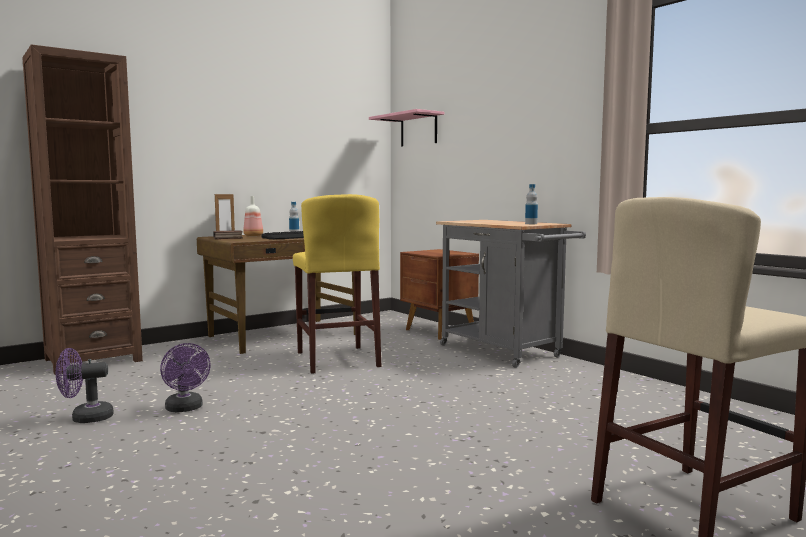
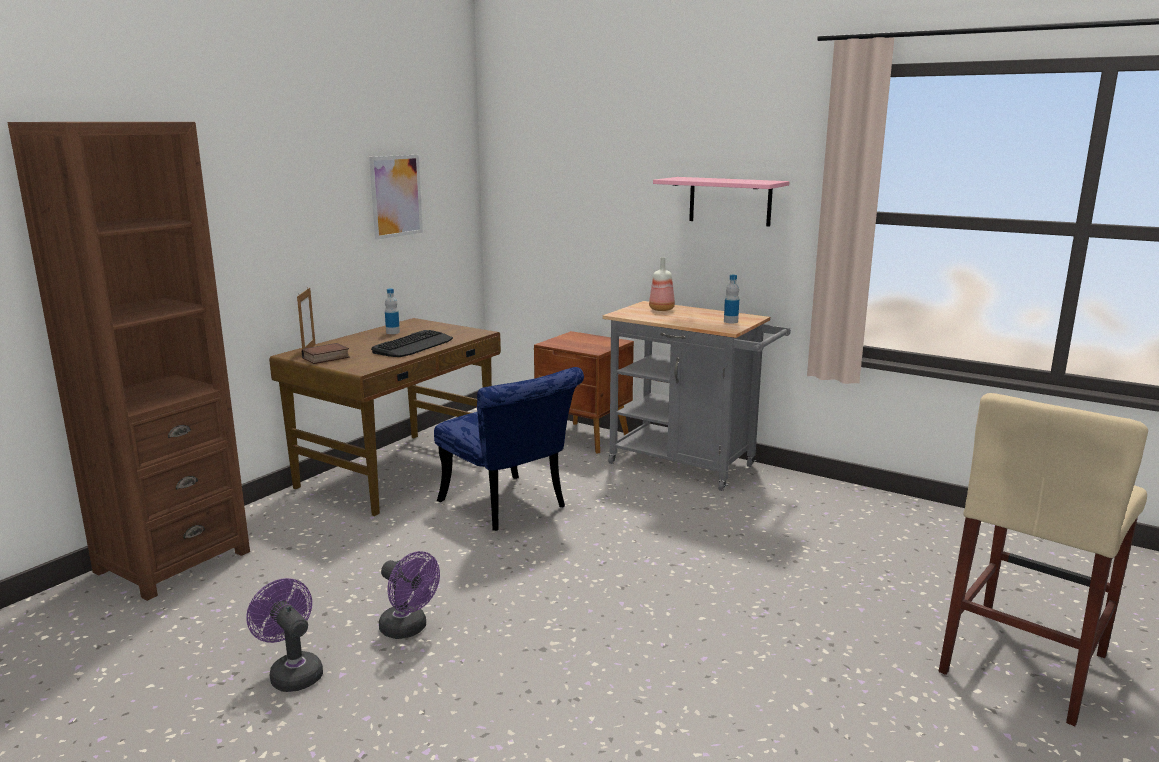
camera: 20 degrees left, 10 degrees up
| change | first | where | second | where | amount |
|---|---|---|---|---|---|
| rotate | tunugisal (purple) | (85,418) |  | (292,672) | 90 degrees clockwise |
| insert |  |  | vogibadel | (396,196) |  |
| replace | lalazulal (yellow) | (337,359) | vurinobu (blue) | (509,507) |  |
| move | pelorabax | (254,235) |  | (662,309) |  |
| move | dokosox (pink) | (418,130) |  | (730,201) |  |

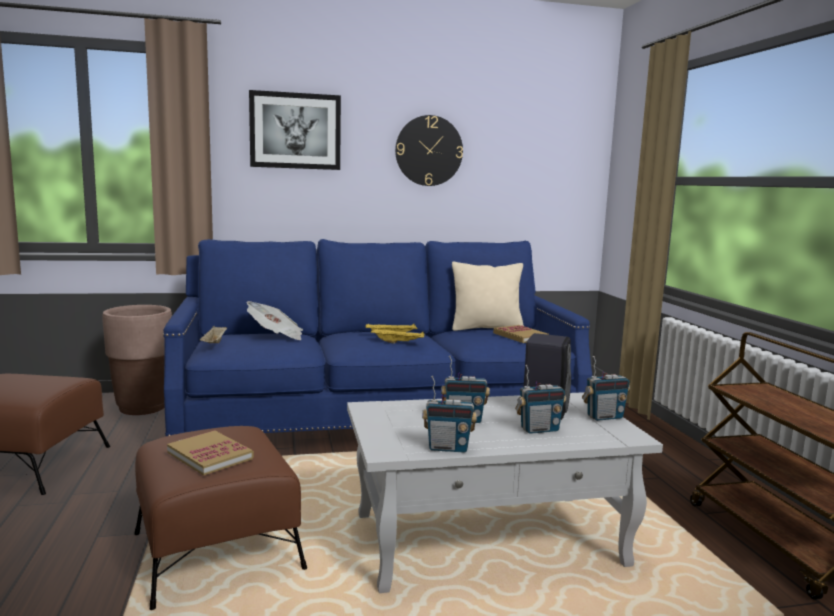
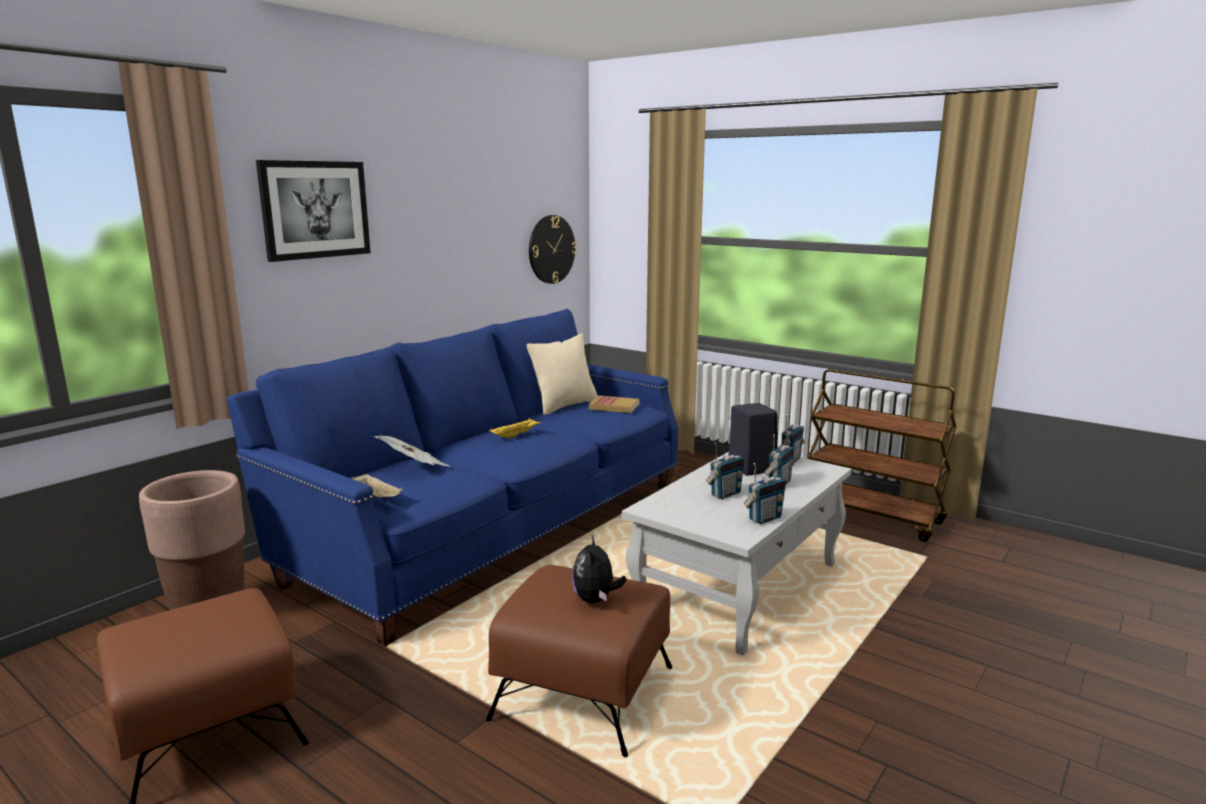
camera: 40 degrees left, 5 degrees up
| change | first | where | second | where | amount |
|---|---|---|---|---|---|
| move | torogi | (429,151) |  | (551,249) |  |
| replace | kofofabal | (210,455) | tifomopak | (596,600) |  |
| delete | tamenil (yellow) | (398,343) |  |  |  |

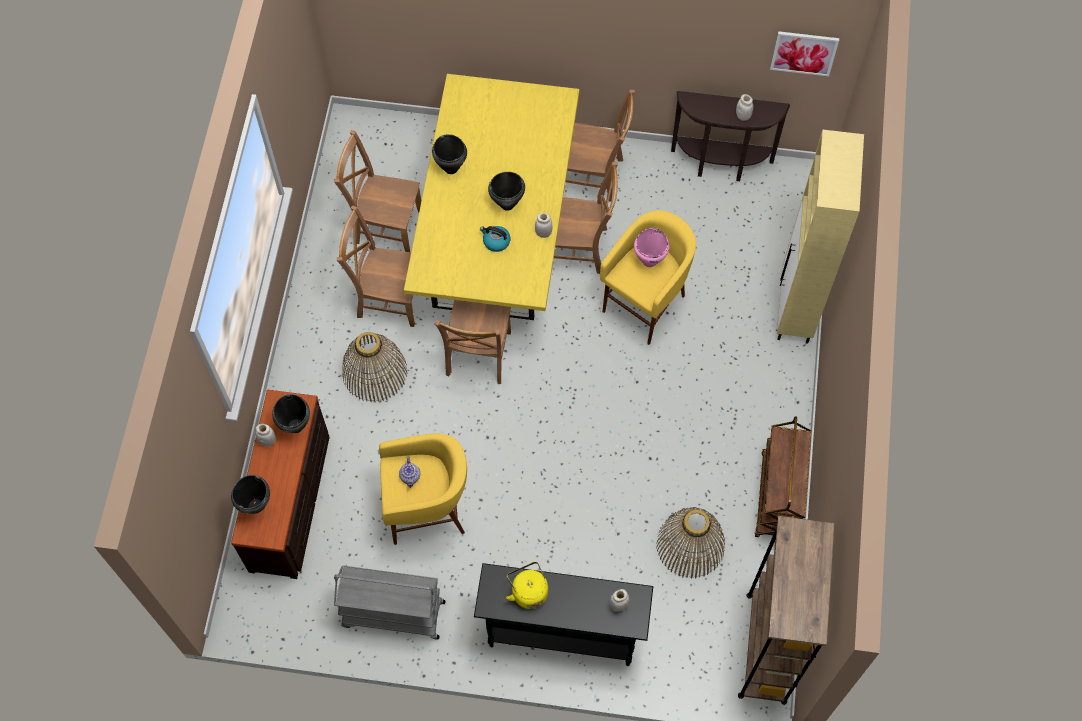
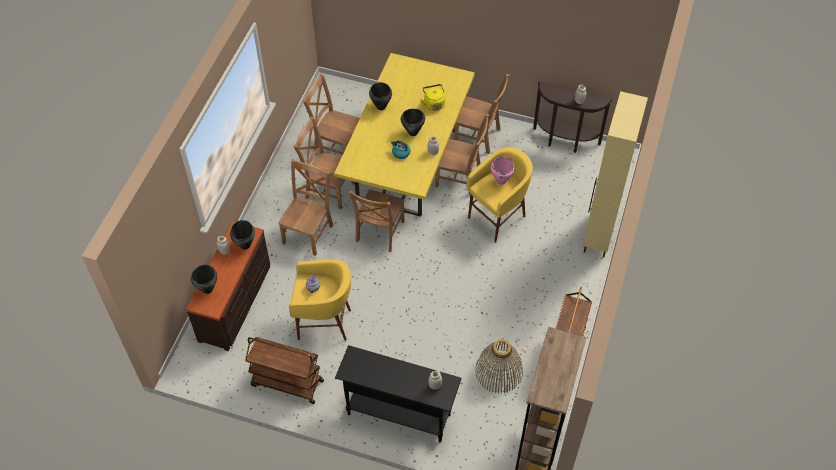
camera: 10 degrees right, 10 degrees down
| change | first | where | second | where | amount |
|---|---|---|---|---|---|
| recolor | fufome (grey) | (392,614) | fufome (brown) | (286,383) |  |
| replace | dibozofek | (374,372) | vurinobu (brown) | (309,232) |  |
| move | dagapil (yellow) | (528,591) |  | (433,104) |  |
| delete | vogibadel | (804,53) |  |  |  |

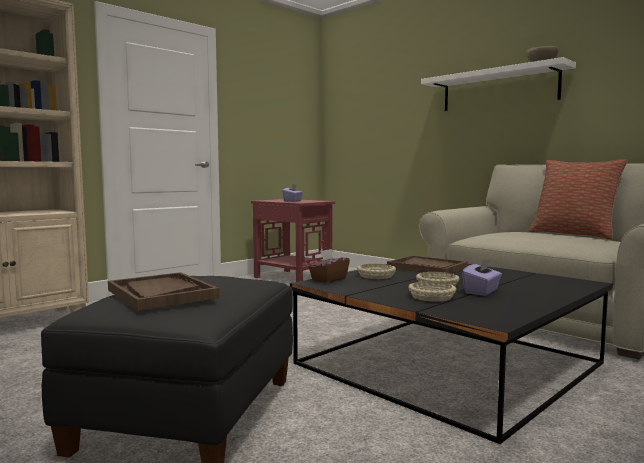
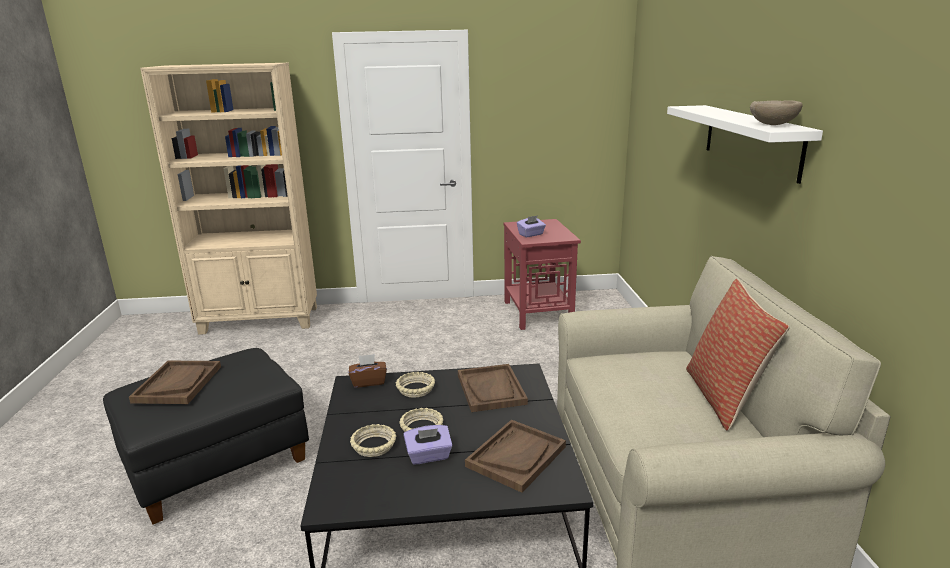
camera: 40 degrees right, 15 degrees up
| change | first | where | second | where | amount |
|---|---|---|---|---|---|
| insert |  |  | tamenil (brown) | (516,456) |  |

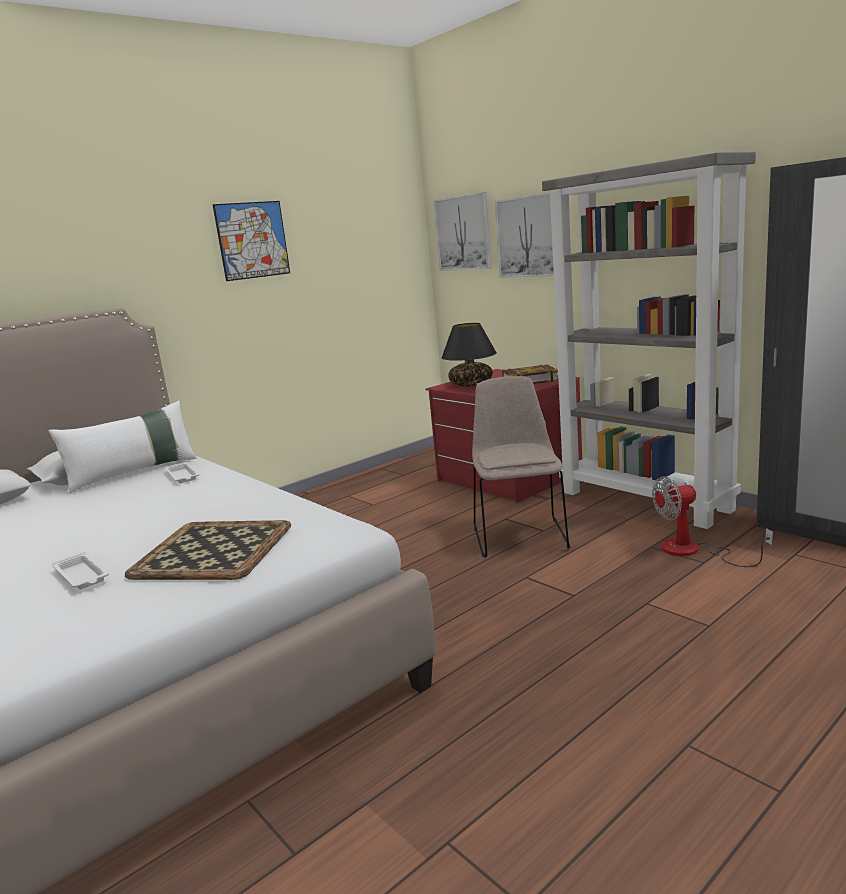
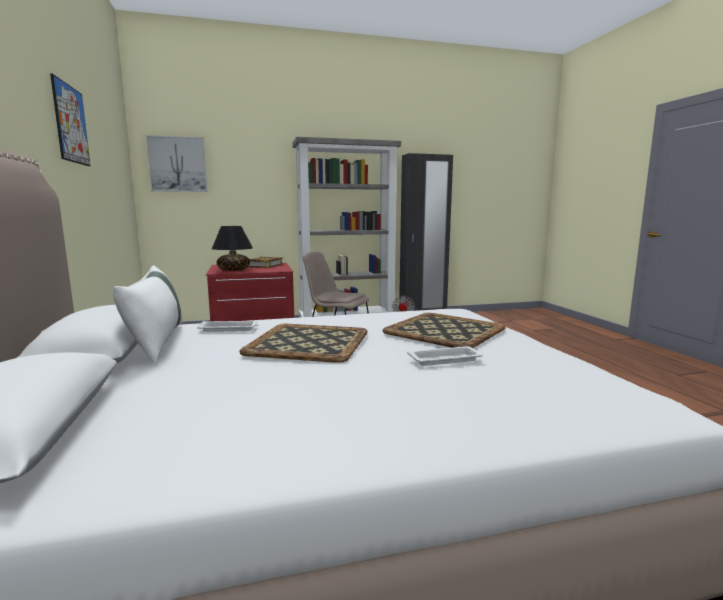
camera: 65 degrees left, 5 degrees down
| change | first | where | second | where | amount |
|---|---|---|---|---|---|
| insert |  |  | tamenil | (309,343) |  |
| delete | vogibadel | (529,237) |  |  |  |

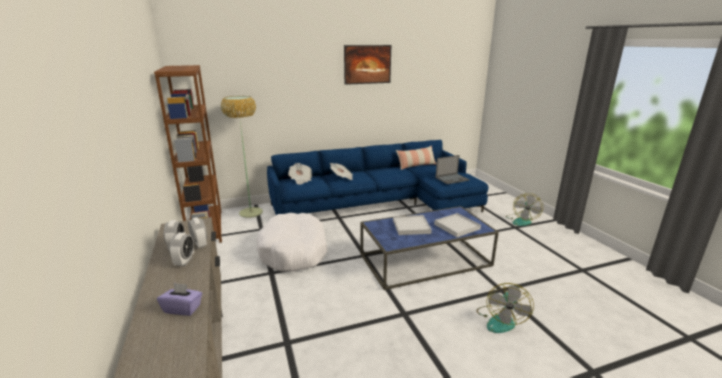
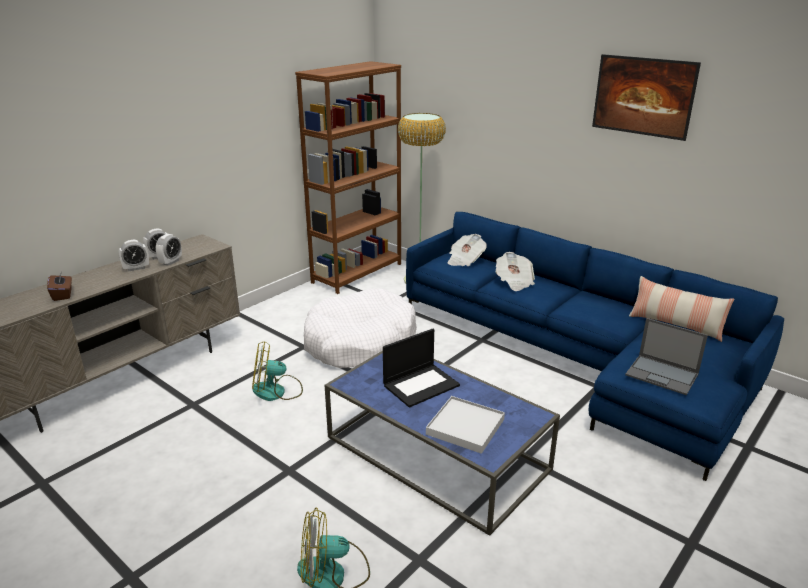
camera: 60 degrees right, 5 degrees up
| change | first | where | second | where | amount |
|---|---|---|---|---|---|
| recolor | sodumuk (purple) | (183,308) | sodumuk (brown) | (63,295) |  |
| move | tunugisal | (521,220) |  | (277,391) |  |
| replace | tamenil (white) | (411,226) | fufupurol | (421,385) |  |

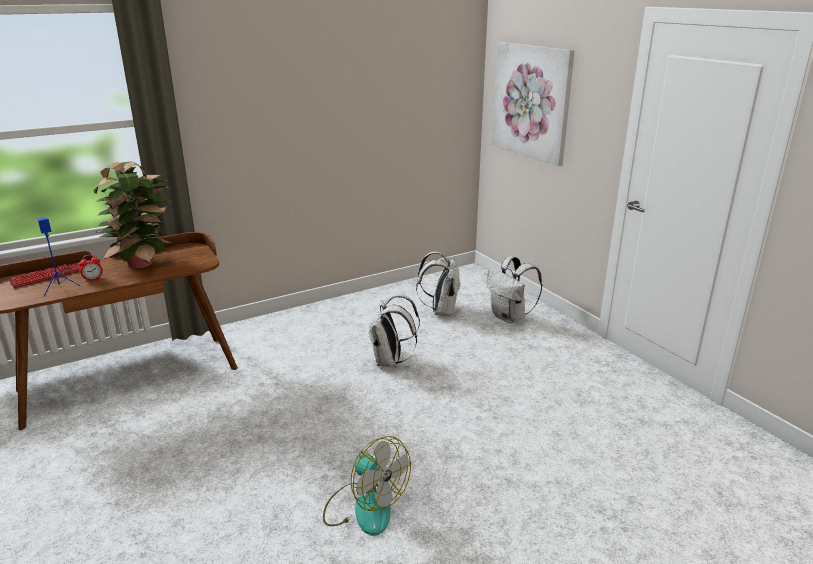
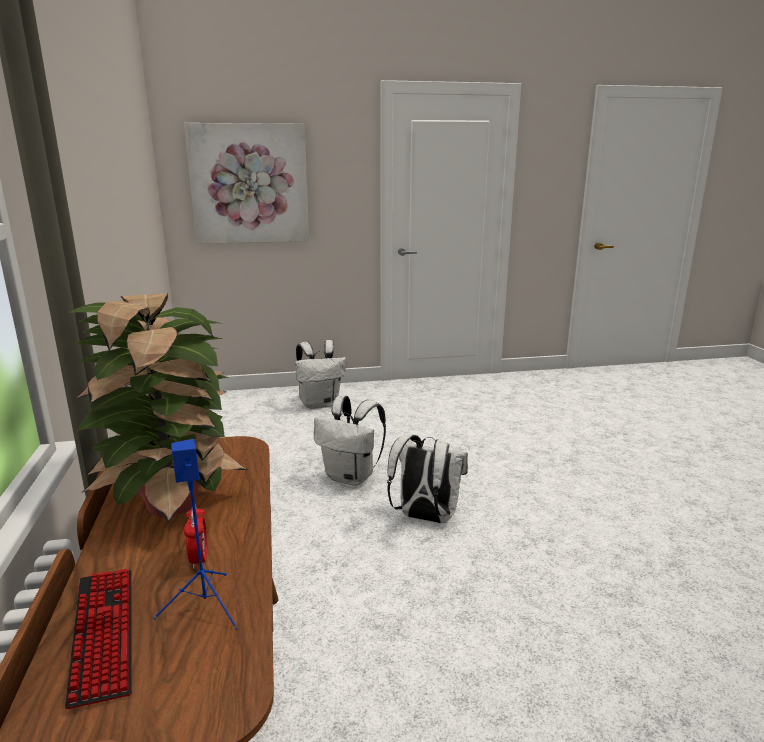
camera: 70 degrees left, 5 degrees down
| change | first | where | second | where | amount |
|---|---|---|---|---|---|
| move | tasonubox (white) | (441,311) |  | (425,517) |  |
| delete | tunugisal | (364,507) |  |  |  |

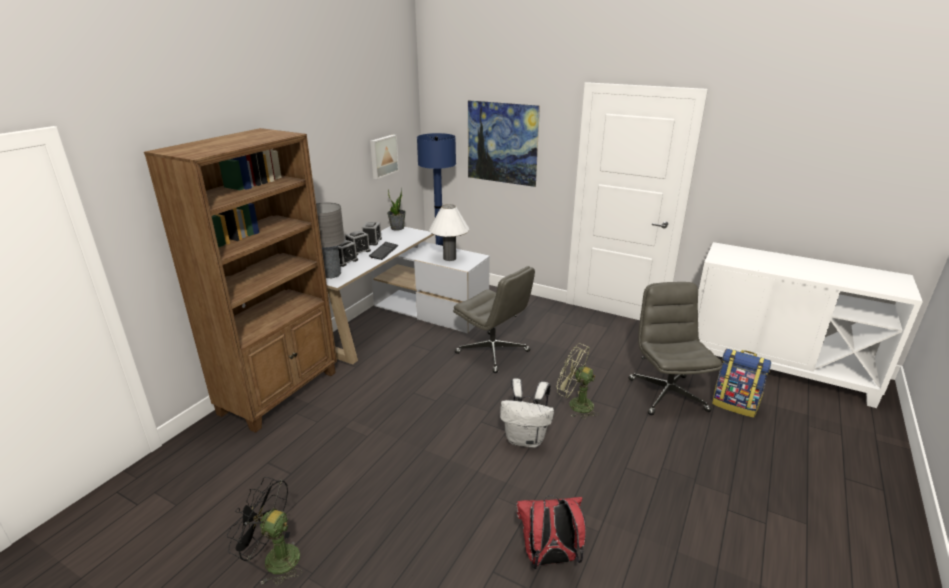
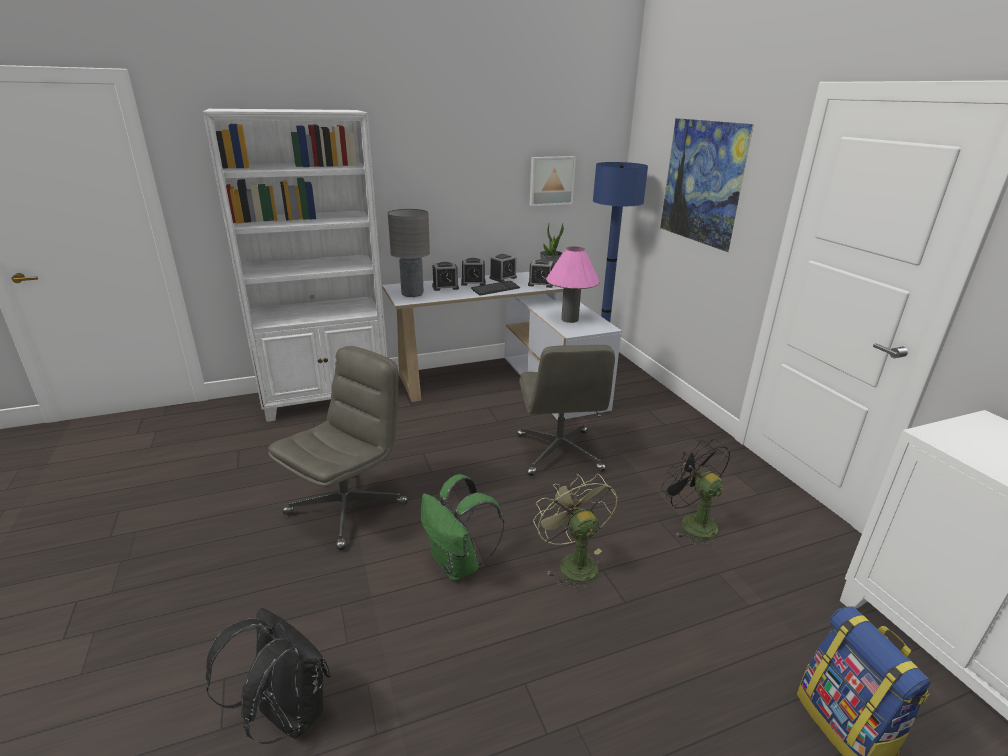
camera: 40 degrees right, 0 degrees up
| change | first | where | second | where | amount |
|---|---|---|---|---|---|
| recolor | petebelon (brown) | (281,392) | petebelon (white) | (328,399) |  |
| recolor | tasonubox (red) | (549,558) | tasonubox (black) | (285,714) |  |
| move | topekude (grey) | (666,394) |  | (347,507) |  |
| recolor | tasonubox (white) | (526,439) | tasonubox (green) | (458,565) |  |
| insert |  |  | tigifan | (540,284) |  |
| recolor | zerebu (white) | (449,258) | zerebu (pink) | (569,319) |  |
| move | tunugisal (black) | (274,559) |  | (691,523) |  |

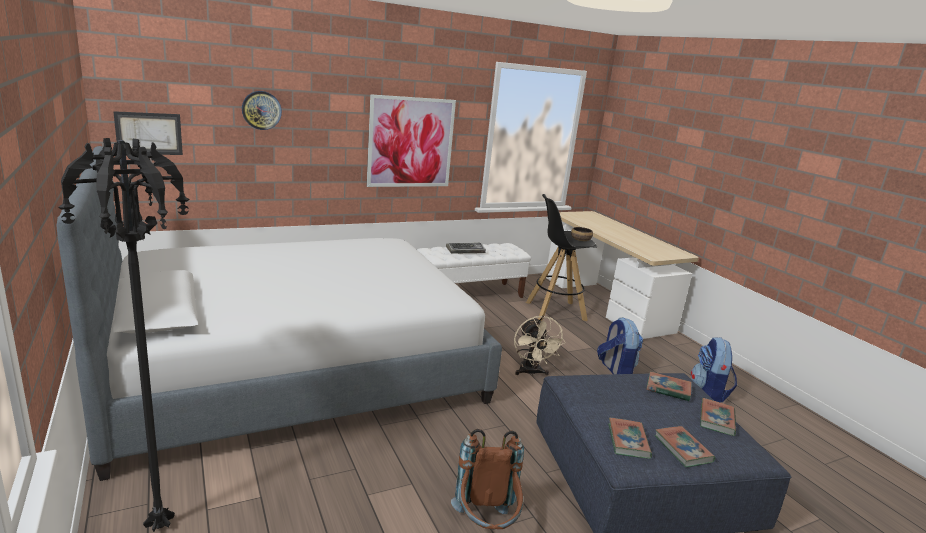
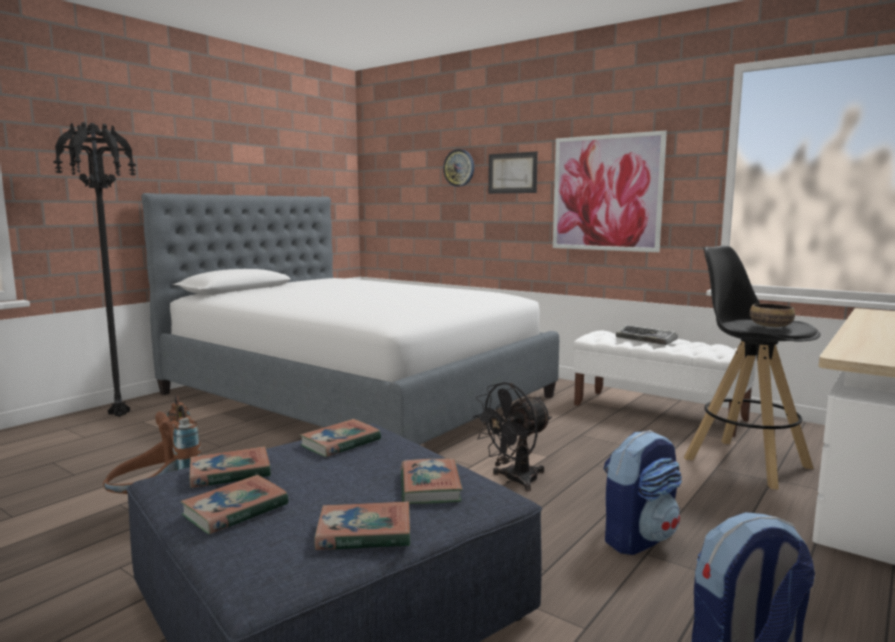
camera: 65 degrees right, 10 degrees down
| change | first | where | second | where | amount |
|---|---|---|---|---|---|
| insert |  |  | kofofabal | (340,443) |  |
| recolor | tunugisal (beige) | (531,373) | tunugisal (black) | (514,480) |  |
| move | vogibadel | (149,133) |  | (512,173) |  |

